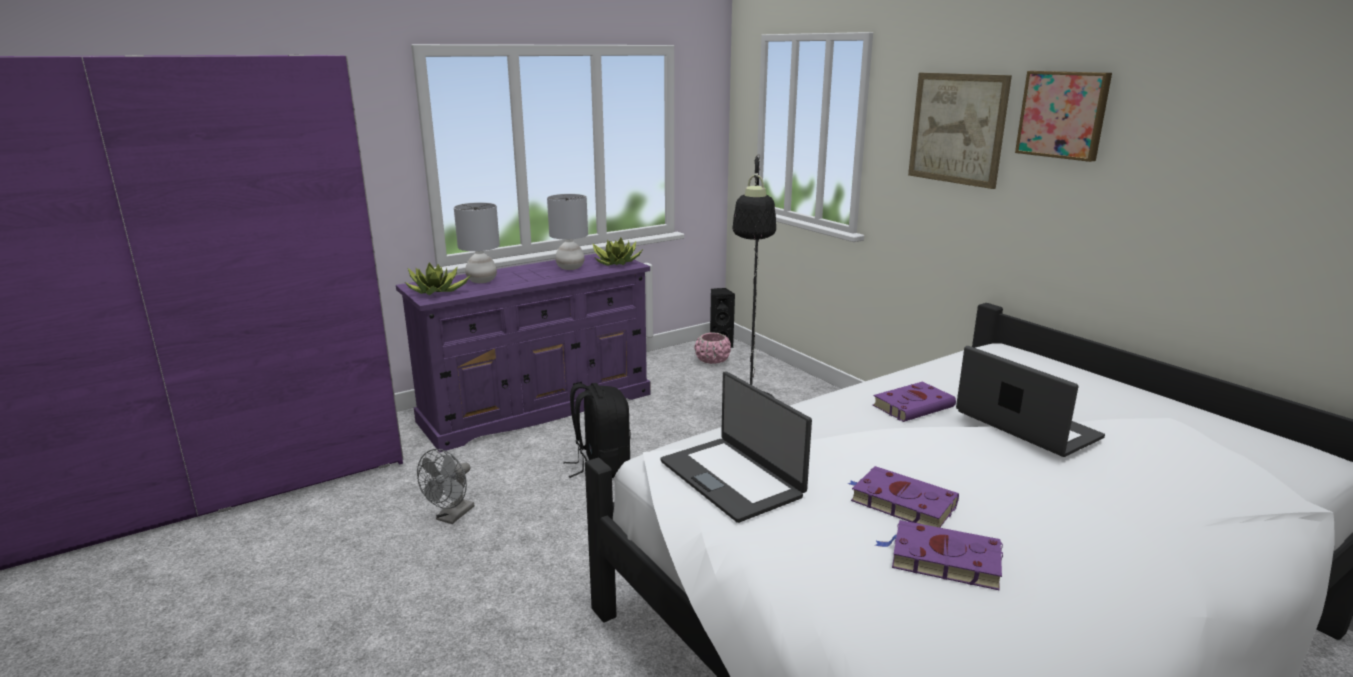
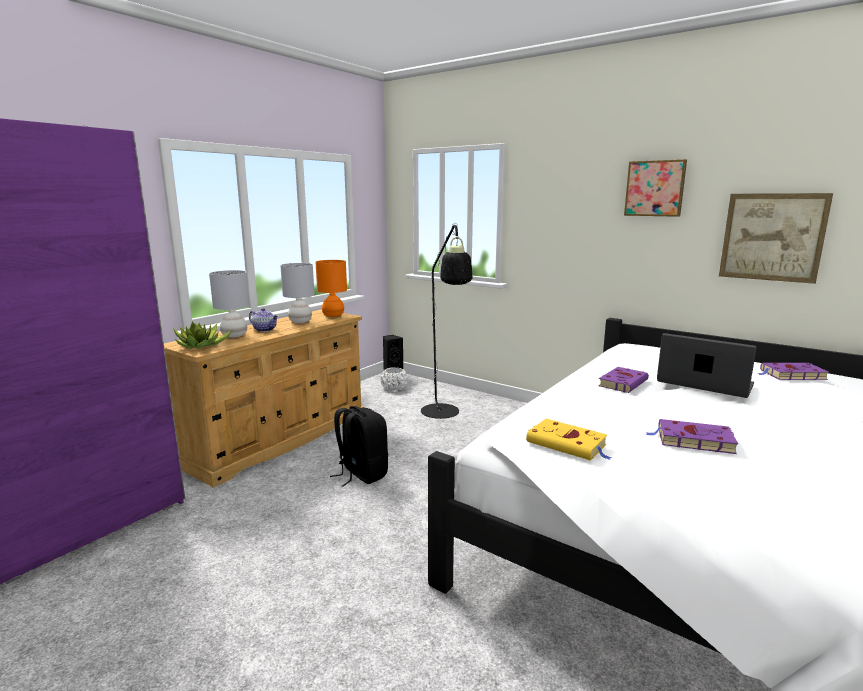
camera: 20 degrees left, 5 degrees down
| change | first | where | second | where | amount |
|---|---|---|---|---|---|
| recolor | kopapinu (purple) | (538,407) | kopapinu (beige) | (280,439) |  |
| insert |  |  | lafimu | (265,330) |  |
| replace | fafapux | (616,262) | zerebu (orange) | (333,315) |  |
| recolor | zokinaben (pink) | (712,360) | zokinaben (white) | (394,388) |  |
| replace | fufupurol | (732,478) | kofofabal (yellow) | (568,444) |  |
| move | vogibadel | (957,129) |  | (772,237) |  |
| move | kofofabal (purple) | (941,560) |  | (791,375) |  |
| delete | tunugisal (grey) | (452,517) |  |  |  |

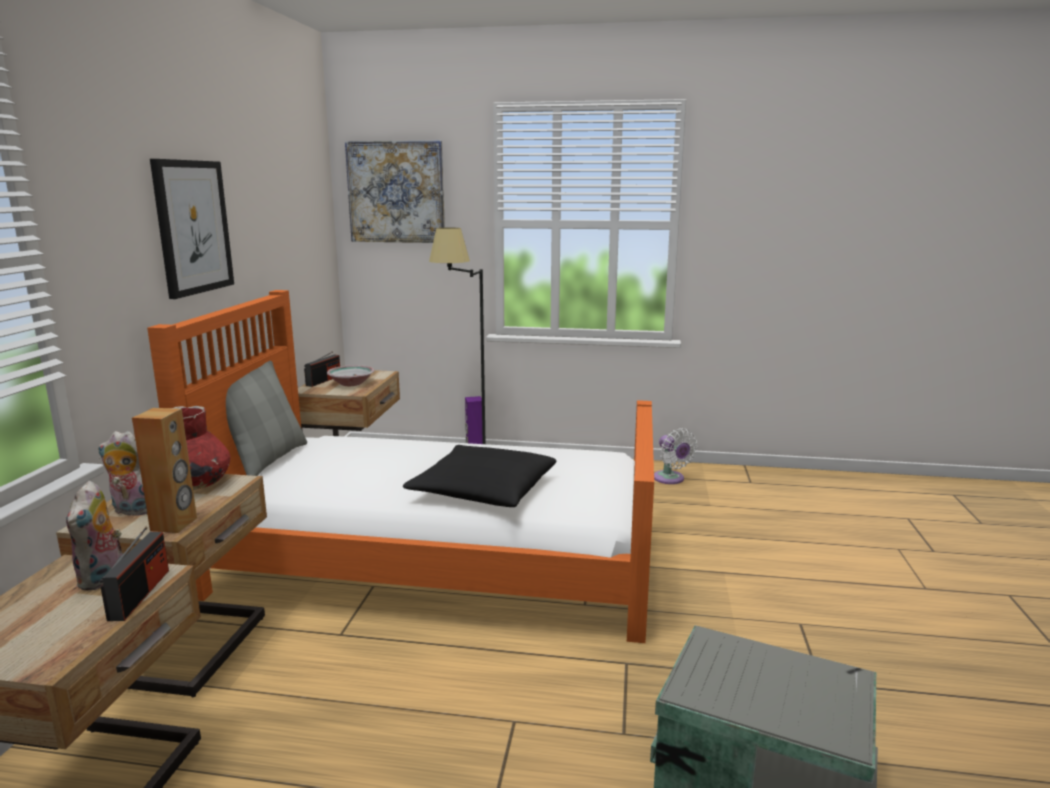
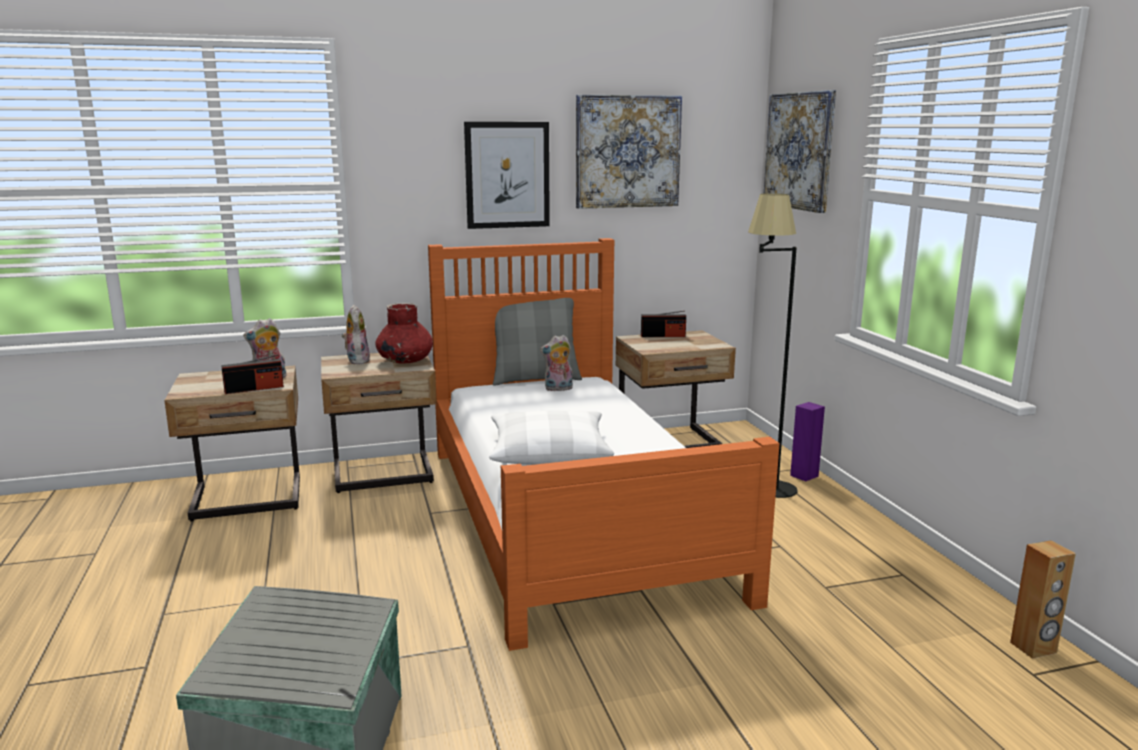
camera: 65 degrees right, 0 degrees up
| change | first | where | second | where | amount |
|---|---|---|---|---|---|
| recolor | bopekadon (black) | (483,490) | bopekadon (white) | (549,451) |  |
| insert |  |  | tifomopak | (558,389) |  |
| insert |  |  | vogibadel | (627,152) |  |
| move | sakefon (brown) | (174,524) |  | (1033,648) |  |
| delete | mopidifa | (351,383) |  |  |  |
| delete | tunugisal (white) | (670,479) |  |  |  |

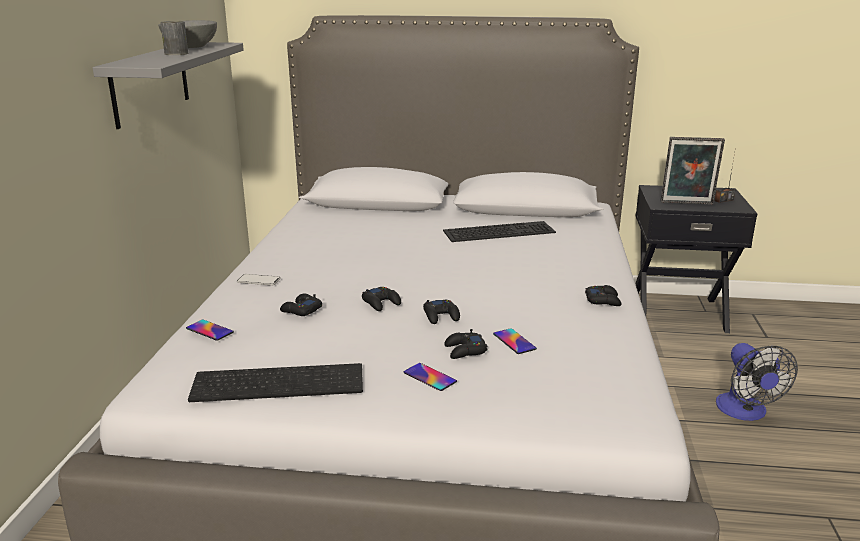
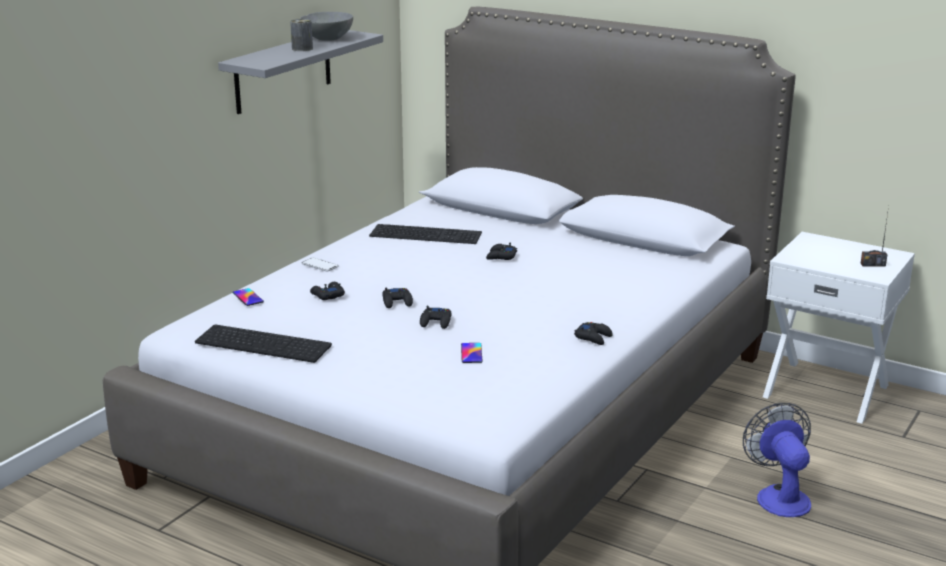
camera: 25 degrees right, 0 degrees up
| change | first | where | second | where | amount |
|---|---|---|---|---|---|
| move | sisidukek | (499,231) |  | (427,233) |  |
| move | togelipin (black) | (465,350) |  | (501,256) |  |
| rotate | tunugisal | (745,412) |  | (779,496) | 150 degrees clockwise |
| recolor | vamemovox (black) | (677,312) | vamemovox (white) | (826,390) |  |
| delete | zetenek | (430,377) |  |  |  |
| delete | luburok | (687,203) |  |  |  |

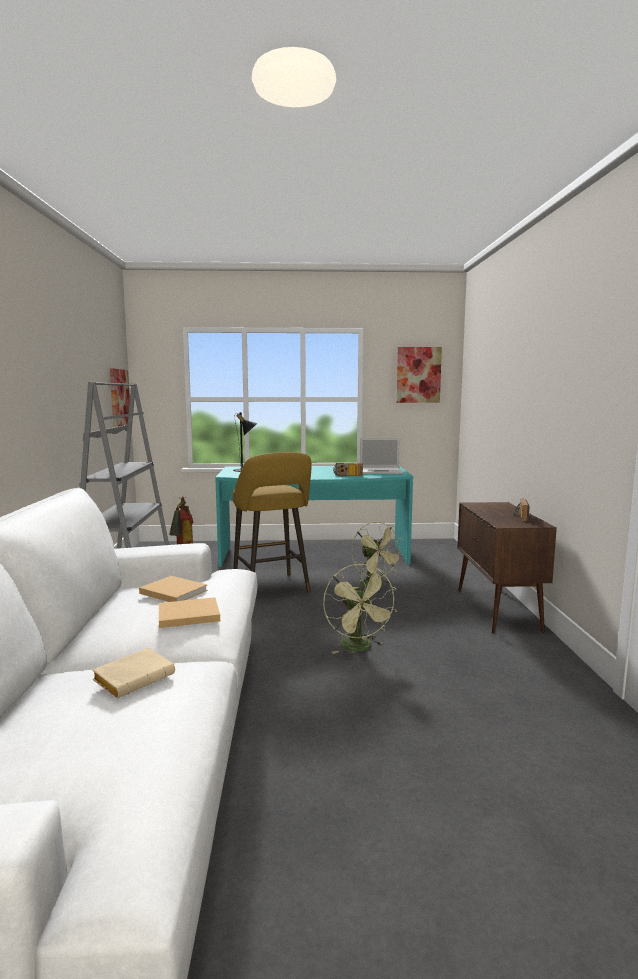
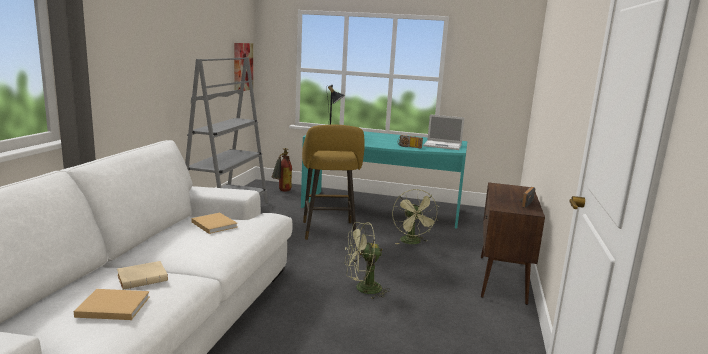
camera: 15 degrees right, 5 degrees up
| change | first | where | second | where | amount |
|---|---|---|---|---|---|
| move | kofofabal (beige) | (186,615) |  | (111,306) |  |
| rotate | tunugisal (green) | (359,648) |  | (363,289) | 75 degrees clockwise |
| delete | vogibadel | (418,375) |  |  |  |

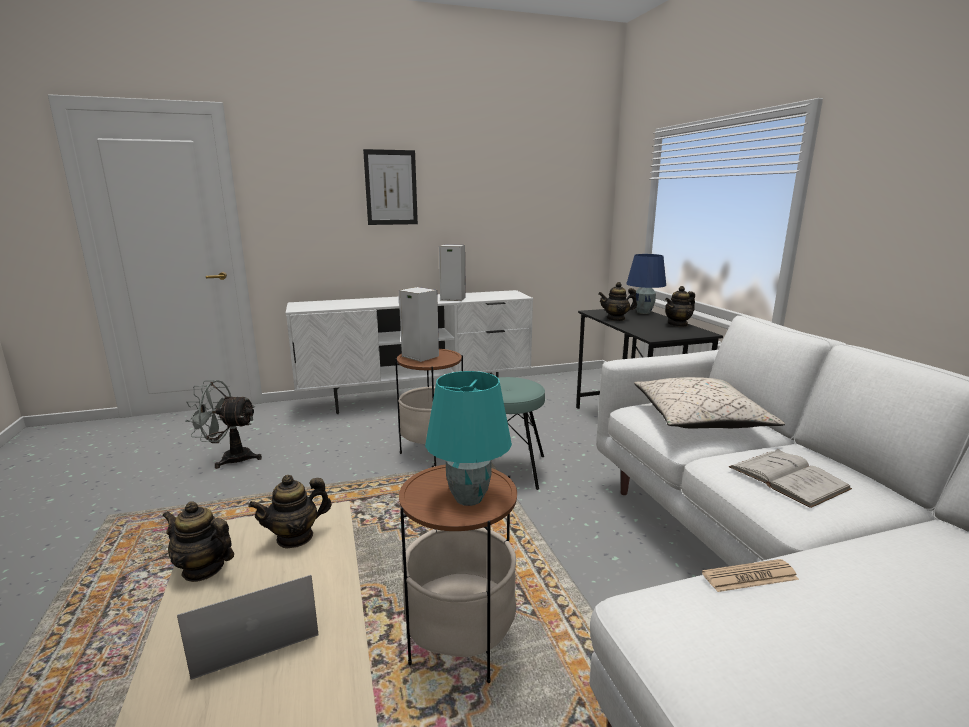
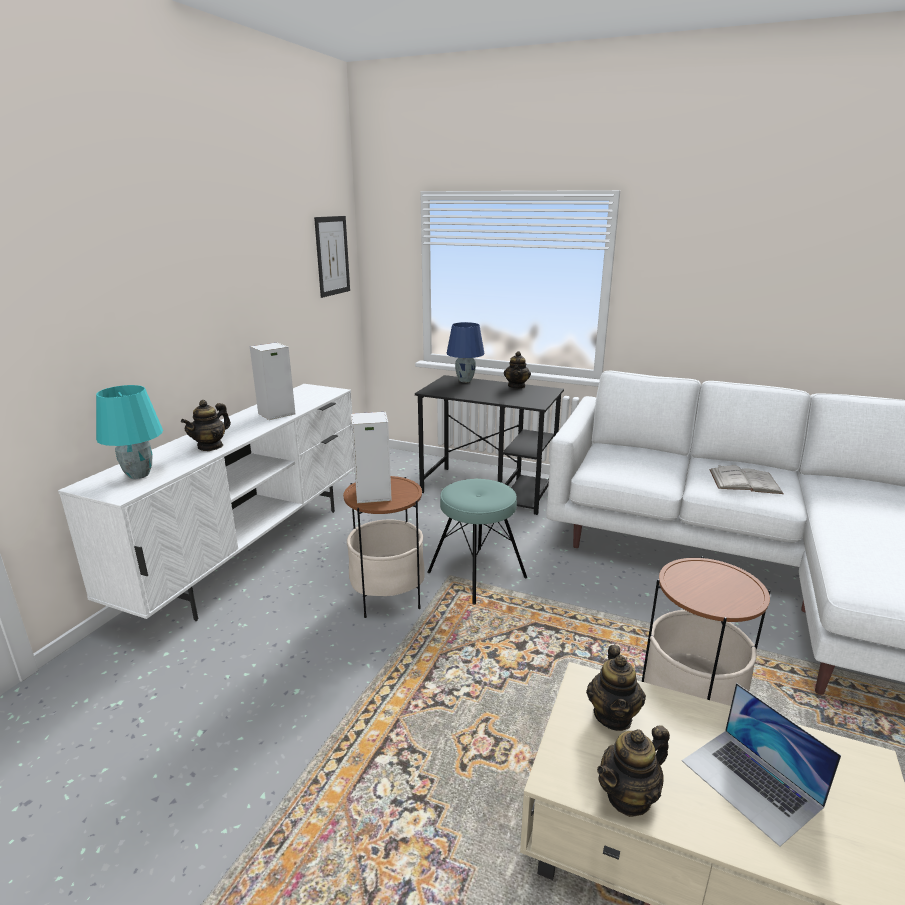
camera: 50 degrees left, 5 degrees up
| change | first | where | second | where | amount |
|---|---|---|---|---|---|
| move | zerebu (turquoise) | (468,499) |  | (139,475) |  |
| move | lafimu | (616,319) |  | (210,446) |  |
| move | vogibadel | (391,187) |  | (332,256) |  |
| rotate | fufupurol | (253,629) |  | (750,783) | 45 degrees counterclockwise |
| delete | tunugisal (grey) | (230,458) |  |  |  |
| delete | bopekadon (beige) | (699,419) |  |  |  |
| delete | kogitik | (749,576) |  |  |  |

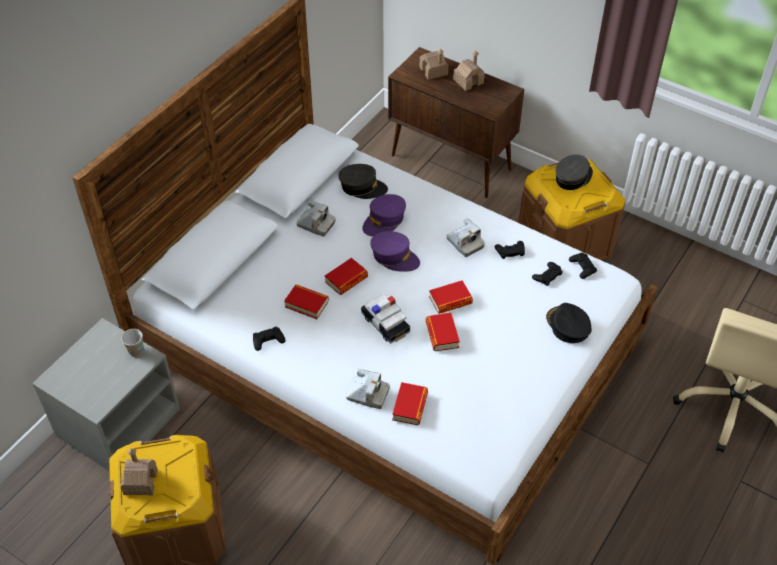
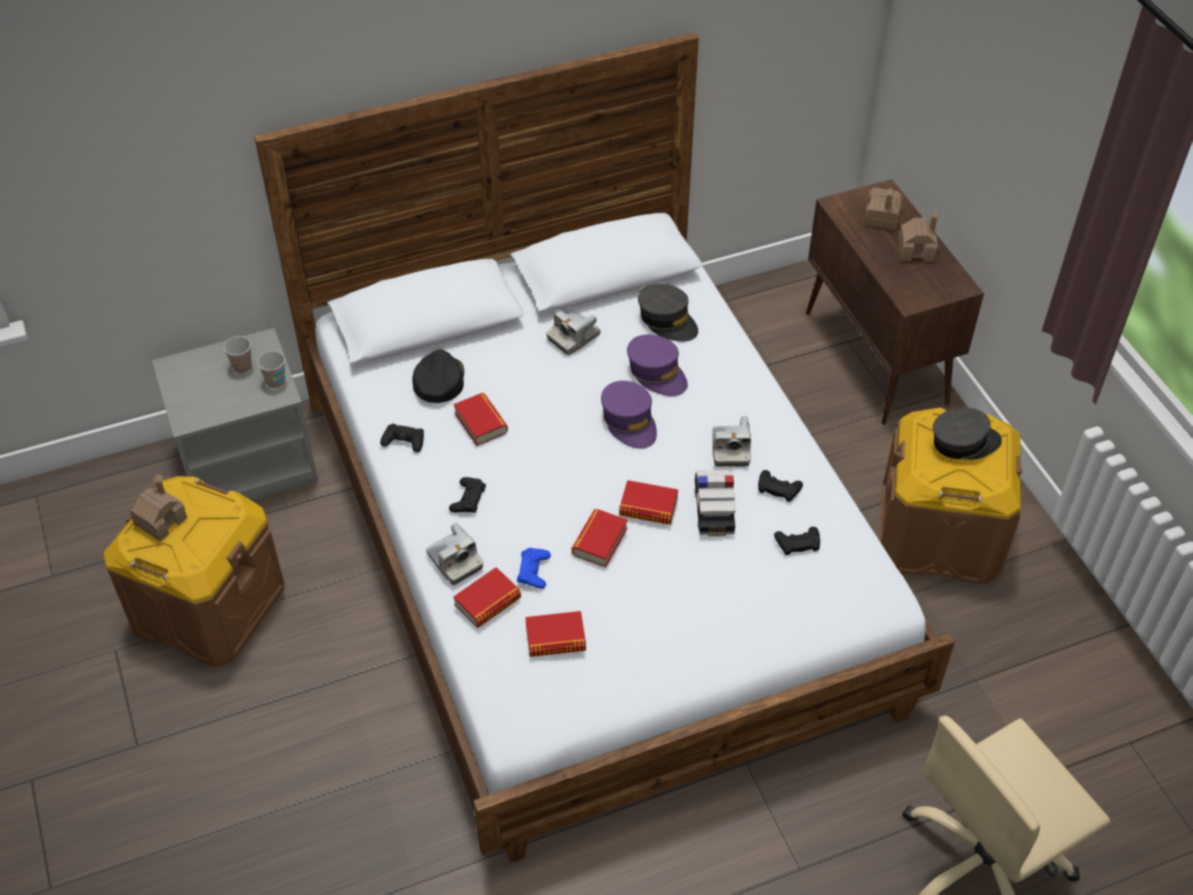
camera: 35 degrees right, 0 degrees up
| change | first | where | second | where | amount |
|---|---|---|---|---|---|
| insert |  |  | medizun | (242,367) |  |
| move | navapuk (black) | (568,325) |  | (438,381) |  |
| move | togelipin (black) | (582,267) |  | (468,499) |  |
| insert |  |  | togelipin (blue) | (534,571) |  |
| move | kofofabal | (346,279) |  | (555,638) |  |
| rotate | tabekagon | (316,224) |  | (573,337) | 75 degrees clockwise |
| rotate | navapuk (purple) | (384,221) |  | (657,373) | 120 degrees counterclockwise |
| move | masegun | (385,324) |  | (714,509) |  |

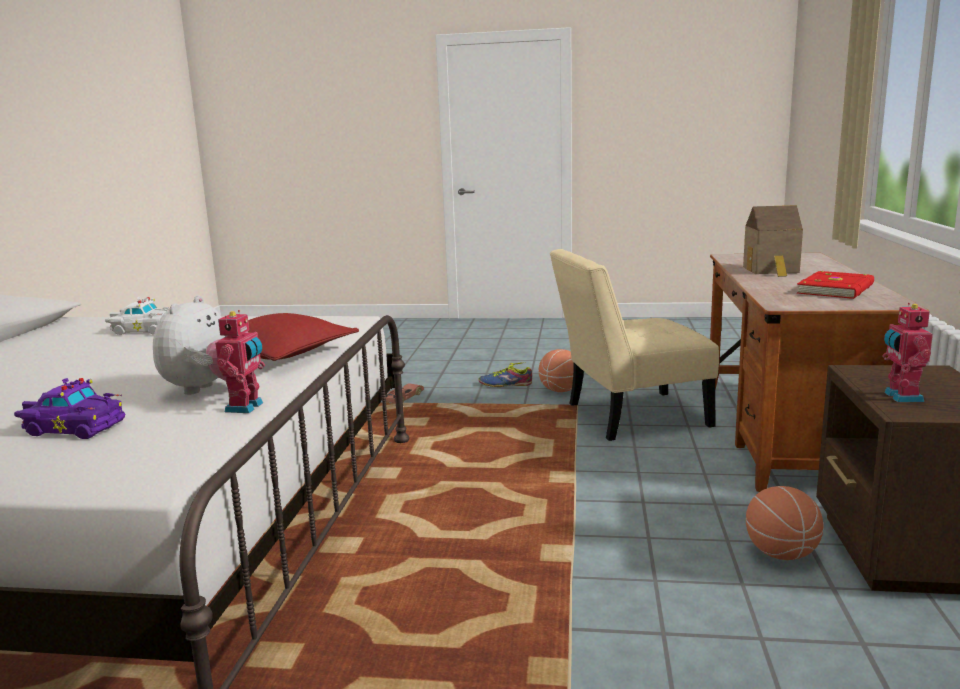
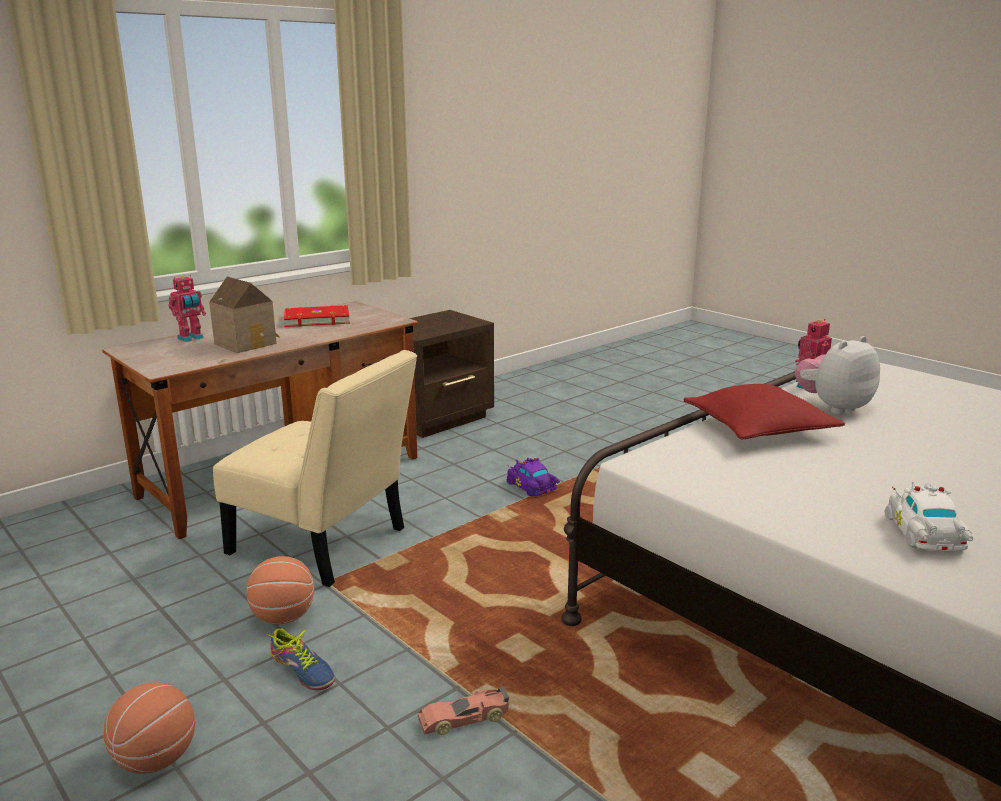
camera: 140 degrees left, 5 degrees up
| change | first | where | second | where | amount |
|---|---|---|---|---|---|
| move | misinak | (781,553) |  | (155,760) |  |
| move | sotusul | (901,397) |  | (191,338) |  |
| move | masegun (purple) | (74,427) |  | (532,487) |  |
| rotate | masegun (white) | (143,330) |  | (923,535) | 45 degrees clockwise |

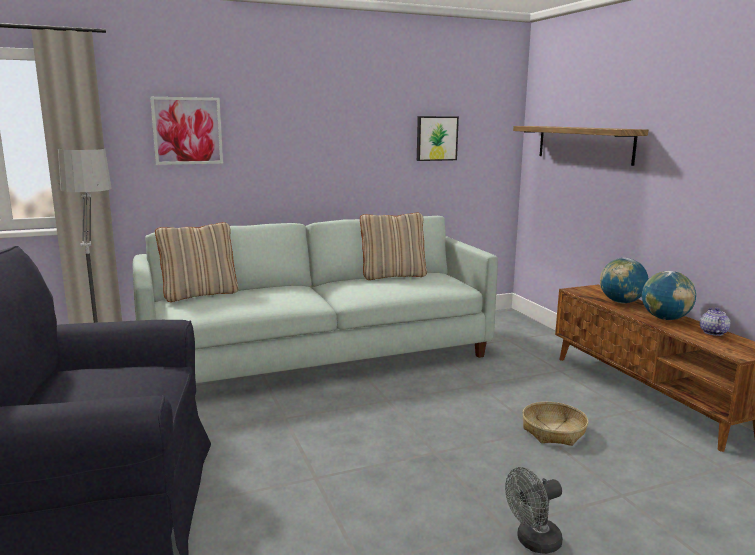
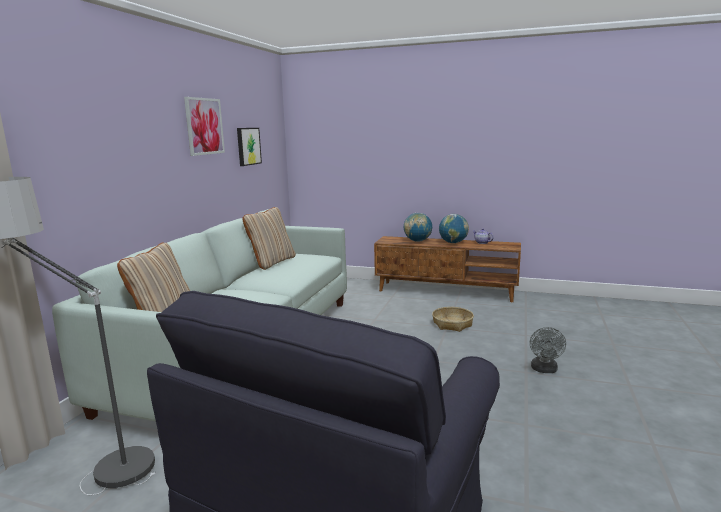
camera: 50 degrees left, 0 degrees up
| change | first | where | second | where | amount |
|---|---|---|---|---|---|
| move | vogibadel | (187,131) |  | (204,126) |  |
| delete | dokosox | (583,144) |  |  |  |

